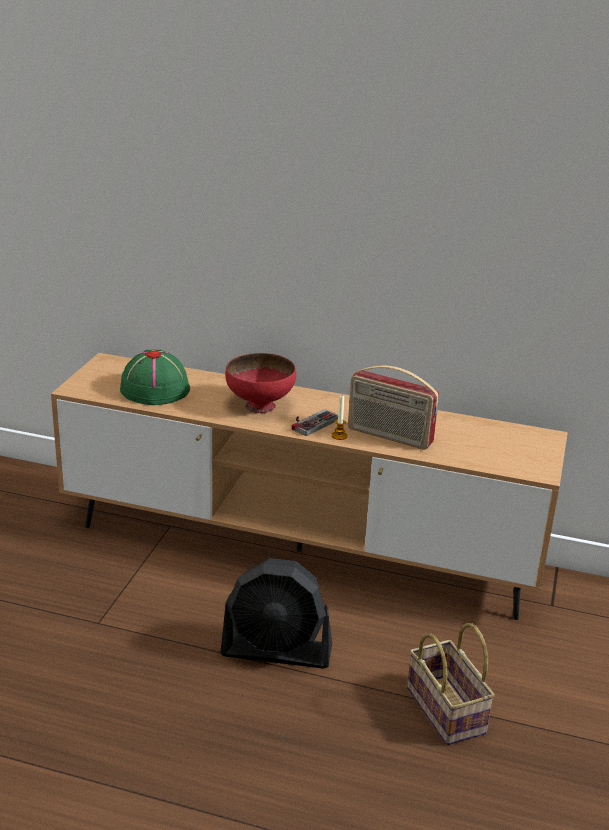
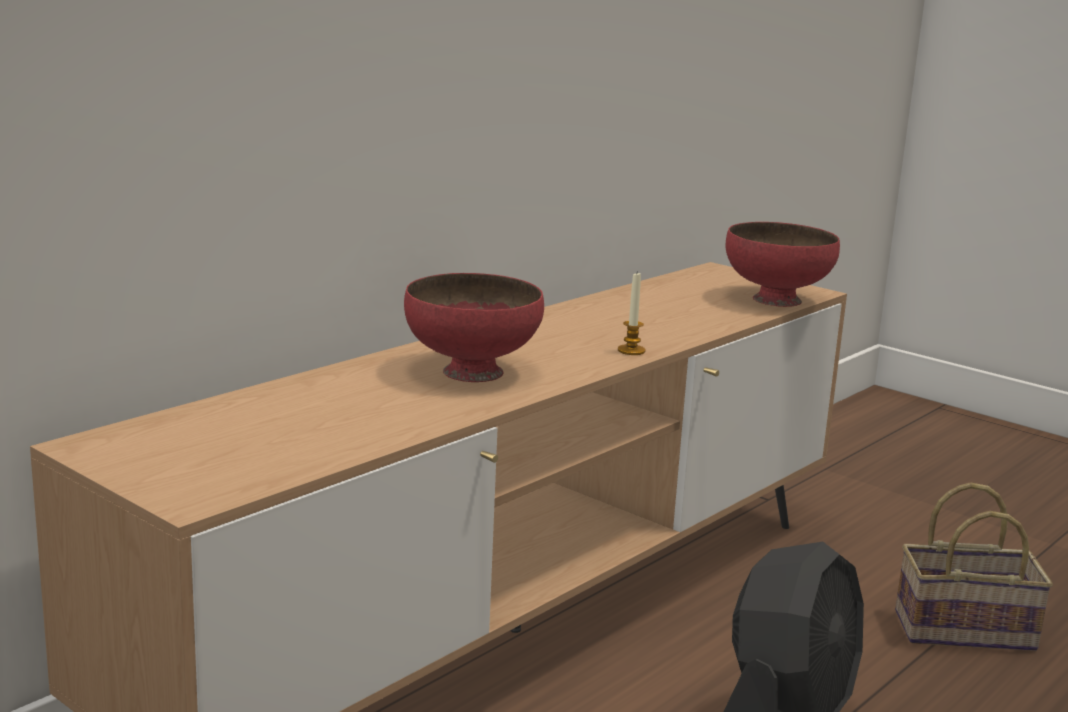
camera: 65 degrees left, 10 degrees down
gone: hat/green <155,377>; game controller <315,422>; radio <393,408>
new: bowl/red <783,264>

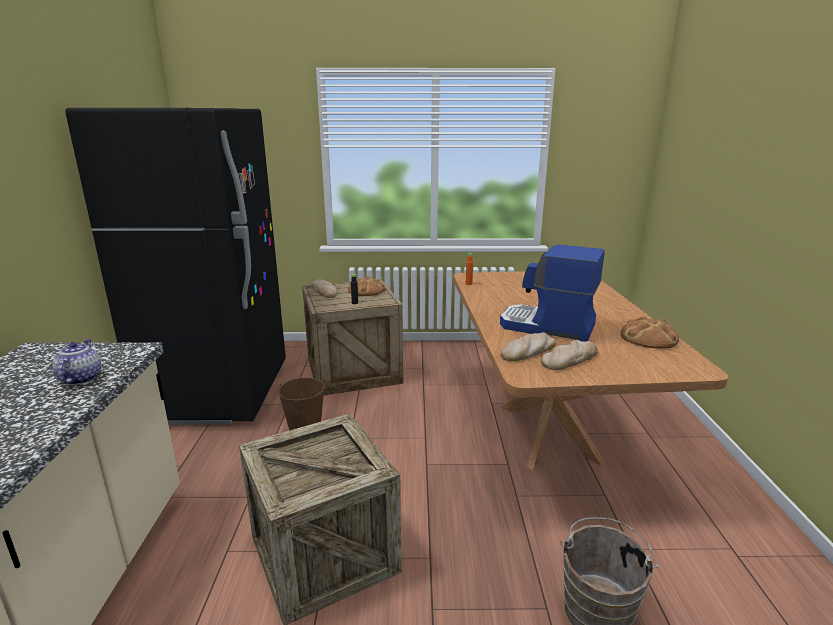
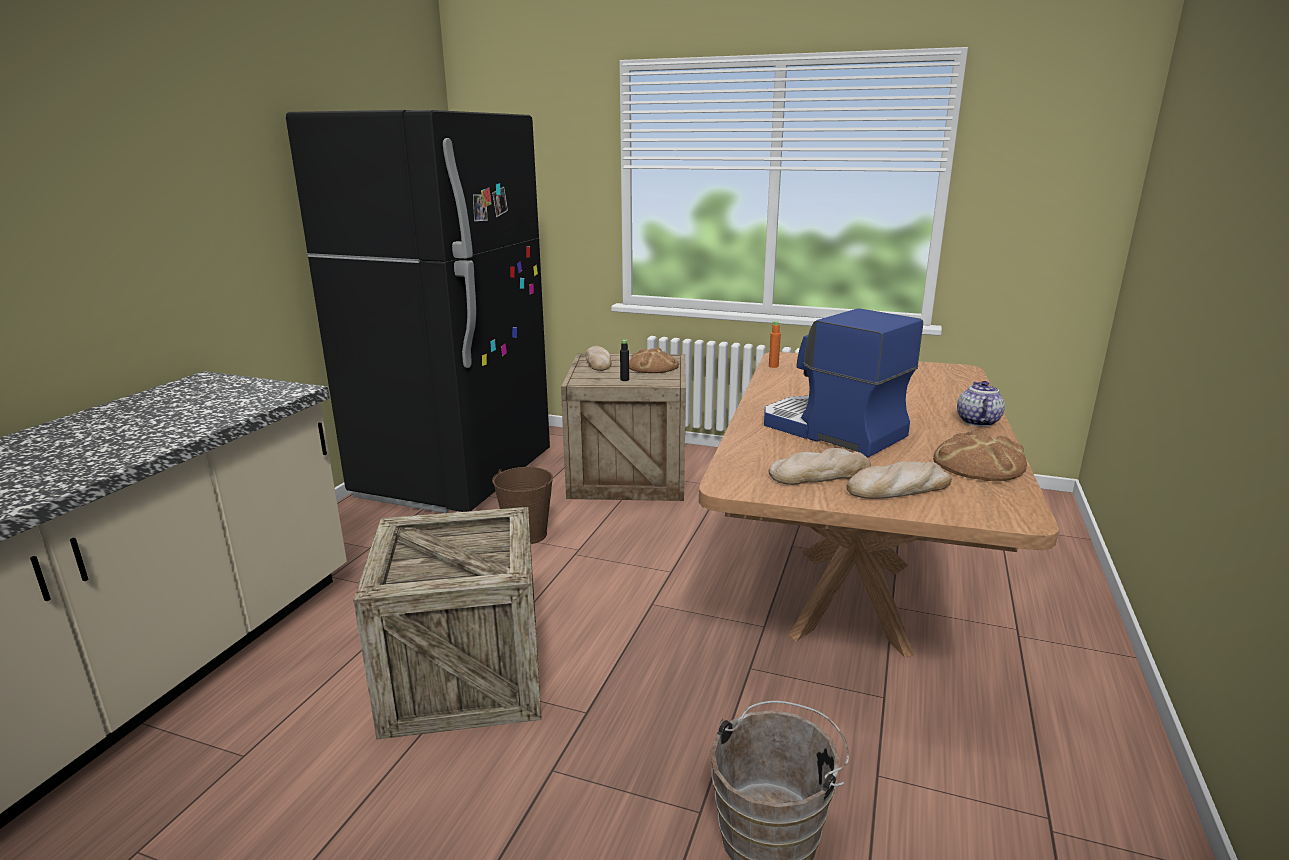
camera: 20 degrees right, 0 degrees up
shifted: teapot <77,362> to <981,404>; bread <528,346> to <899,480>

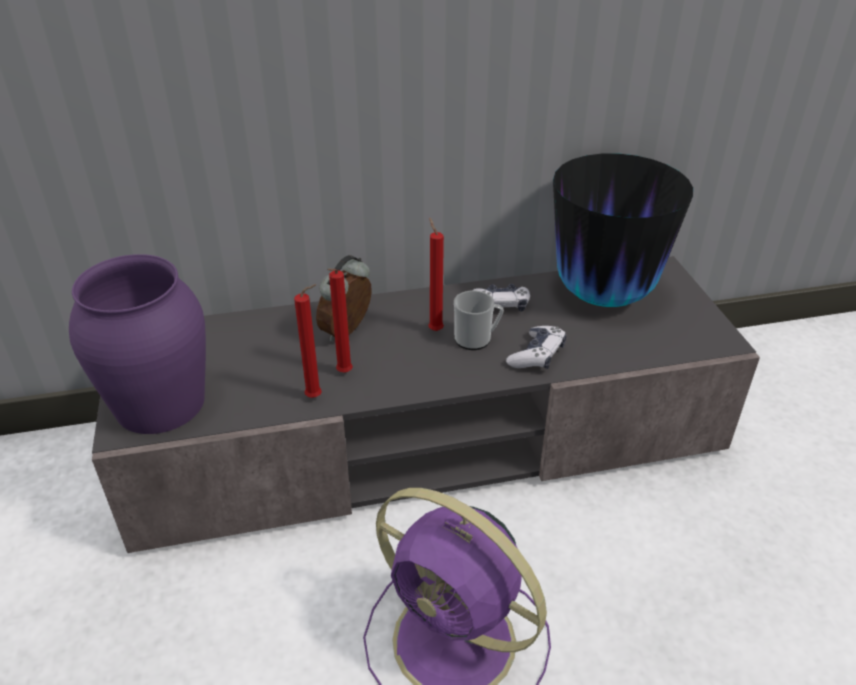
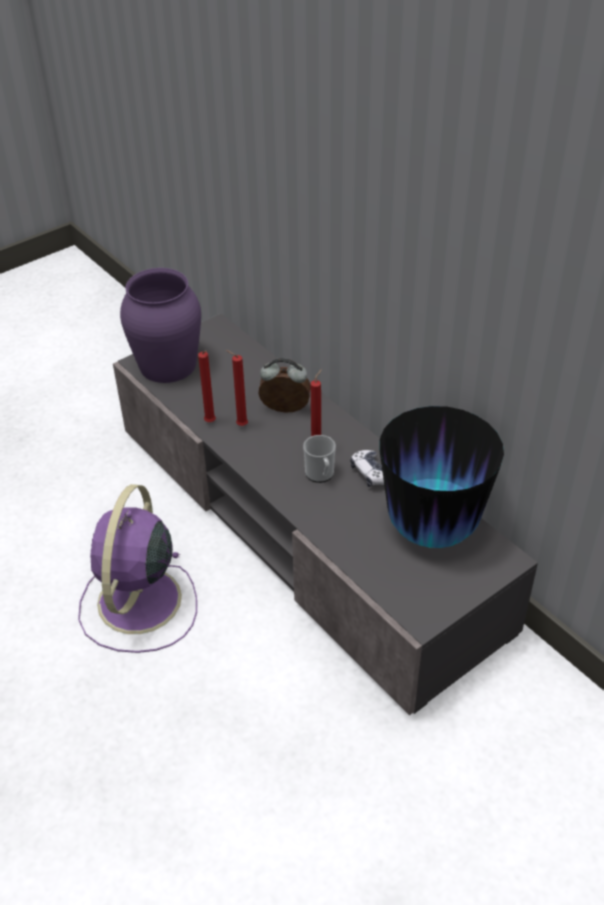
camera: 65 degrees right, 5 degrees up
gone: game controller <536,347>

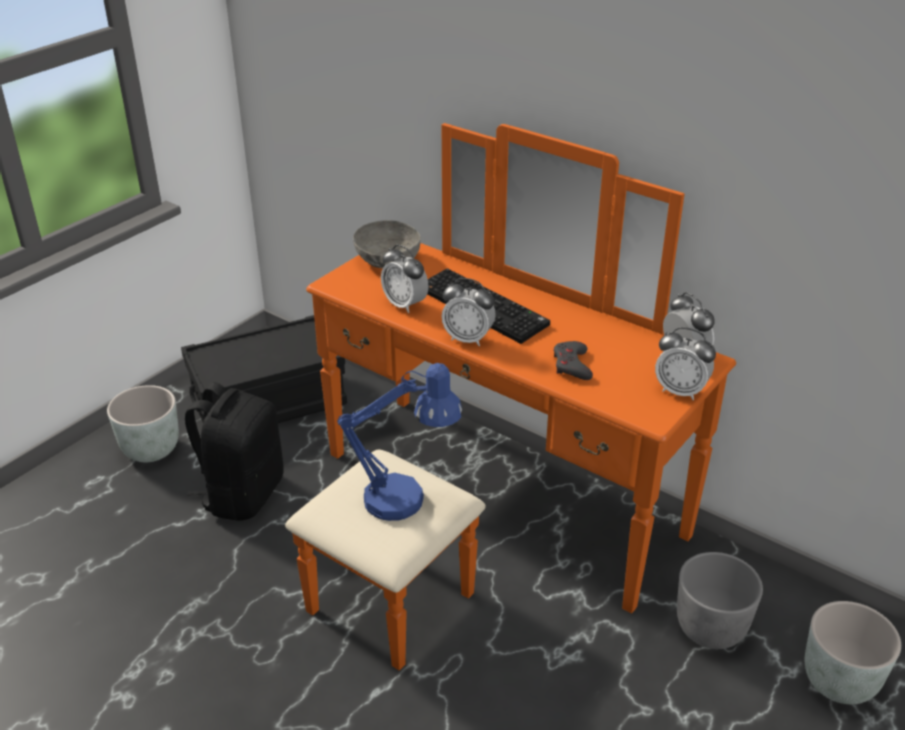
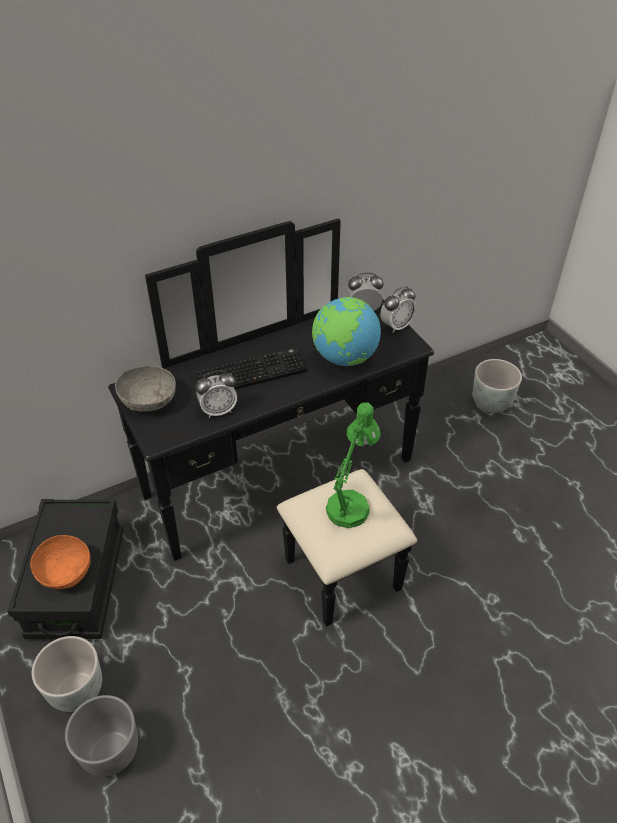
camera: 65 degrees left, 10 degrees up
gone: backpack/black <234,451>; alarm clock <469,312>
new: bowl/orange <60,562>
shifted: planter/grey <720,600> to <101,736>
swapped: game controller/grey <573,360> to globe <346,331>
repainted: dresser/orange <510,397> to dresser/black <271,422>; table lamp/blue <400,442> to table lamp/green <353,465>

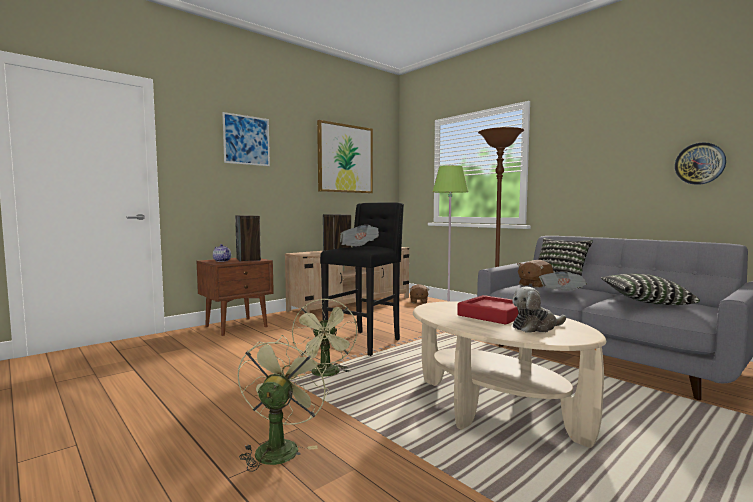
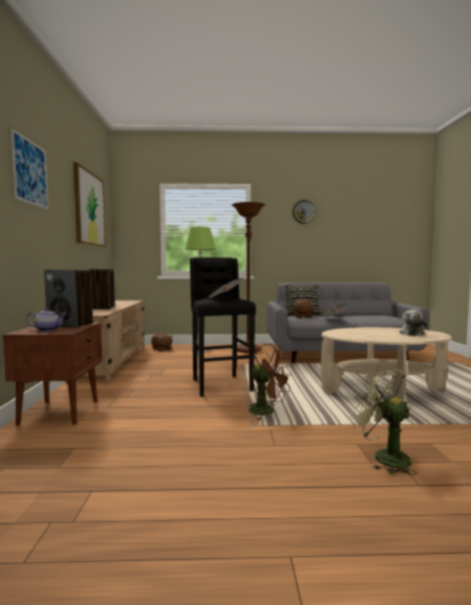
camera: 50 degrees left, 0 degrees up
gone: tray/red <488,310>; pillow <650,289>
shifted: wall clock <700,163> to <304,212>
repainted: fan/green <324,338> to fan/brown <269,382>

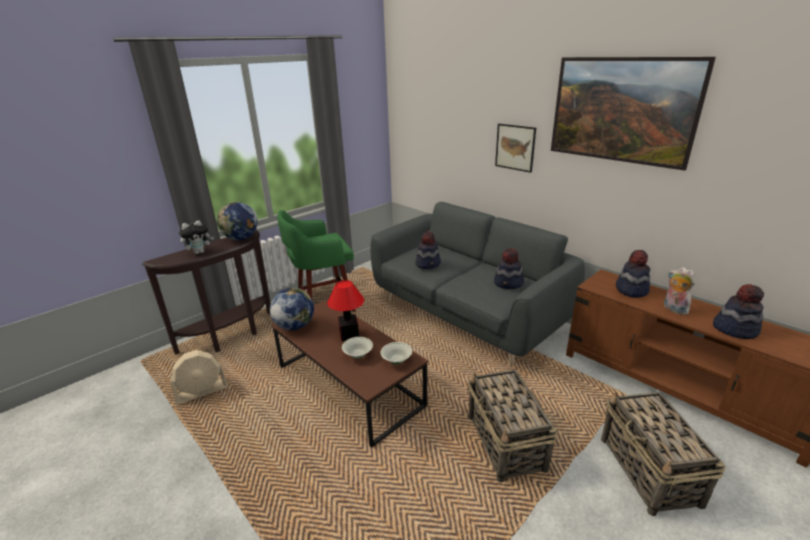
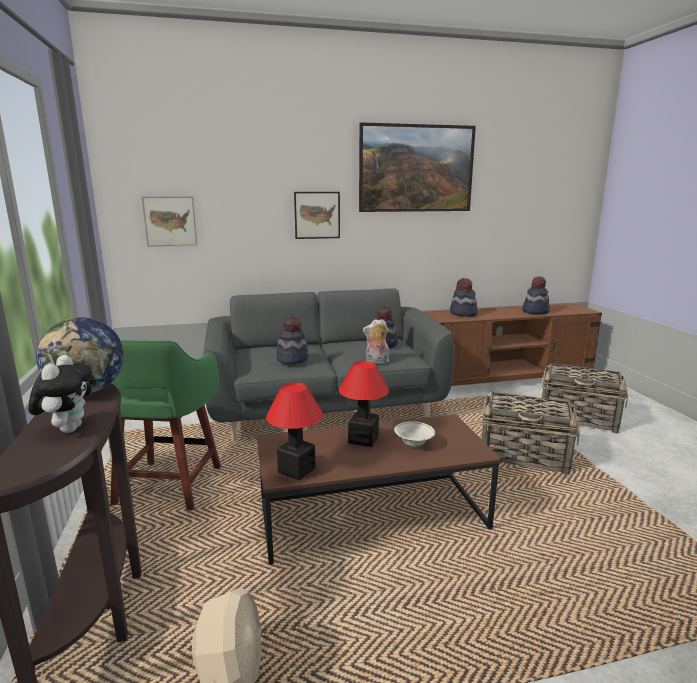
camera: 60 degrees left, 10 degrees down
gone: bowl/white <396,353>
new: picture <169,221>
shifted: plush toy <679,291> to <376,341>
swapped: globe <292,309> to table lamp <294,432>

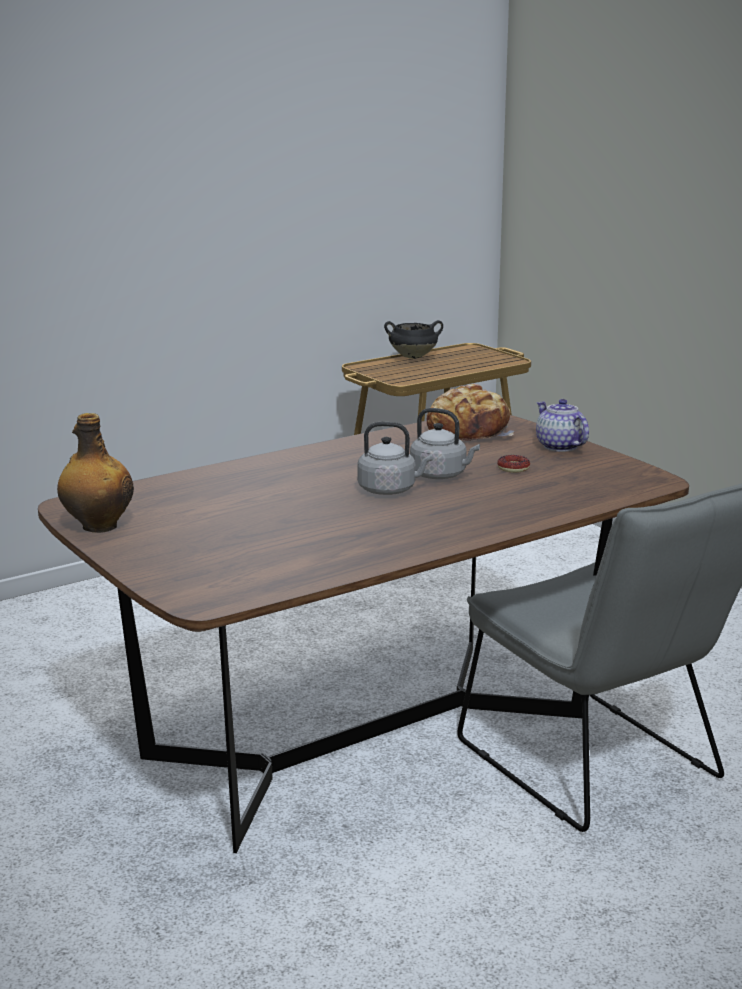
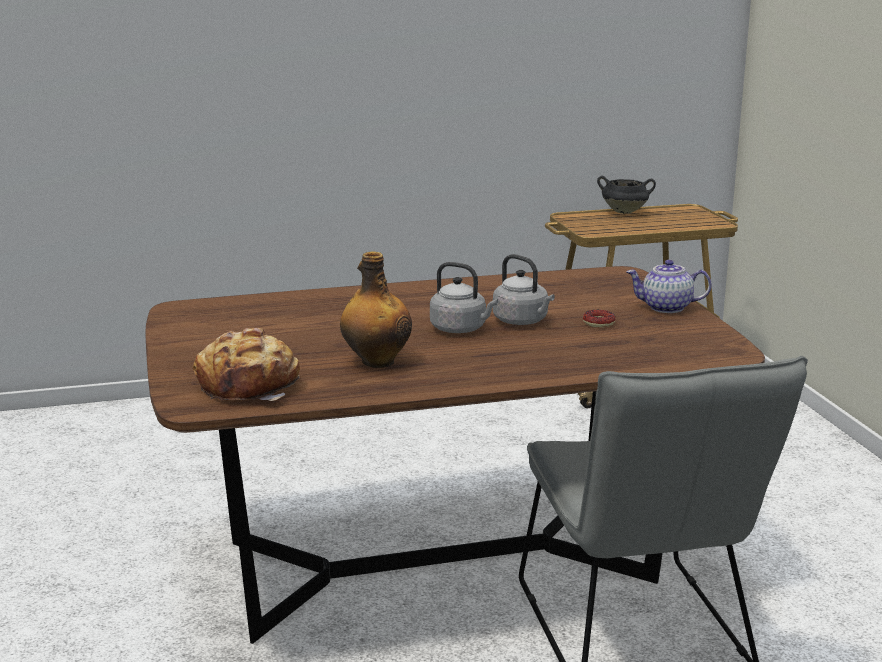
camera: 20 degrees right, 0 degrees up
shifted: bottle <95,473> to <376,309>; bread <471,412> to <246,364>
rotated: teapot <562,425> = <669,286> 75 degrees counterclockwise

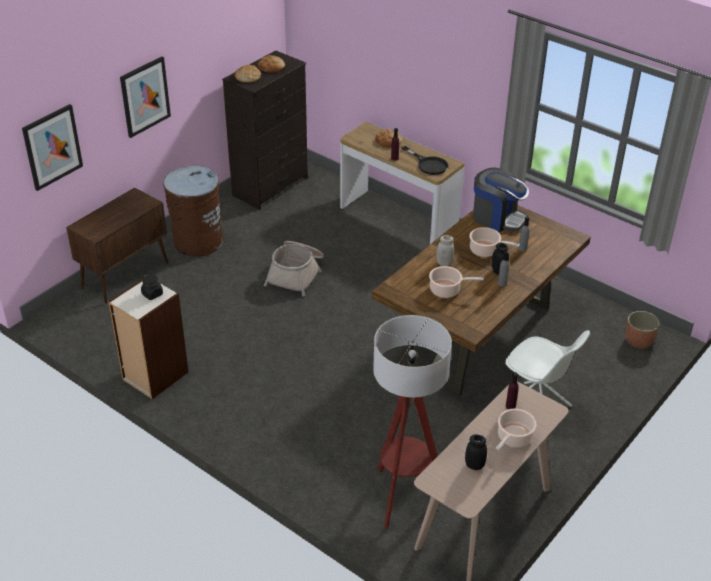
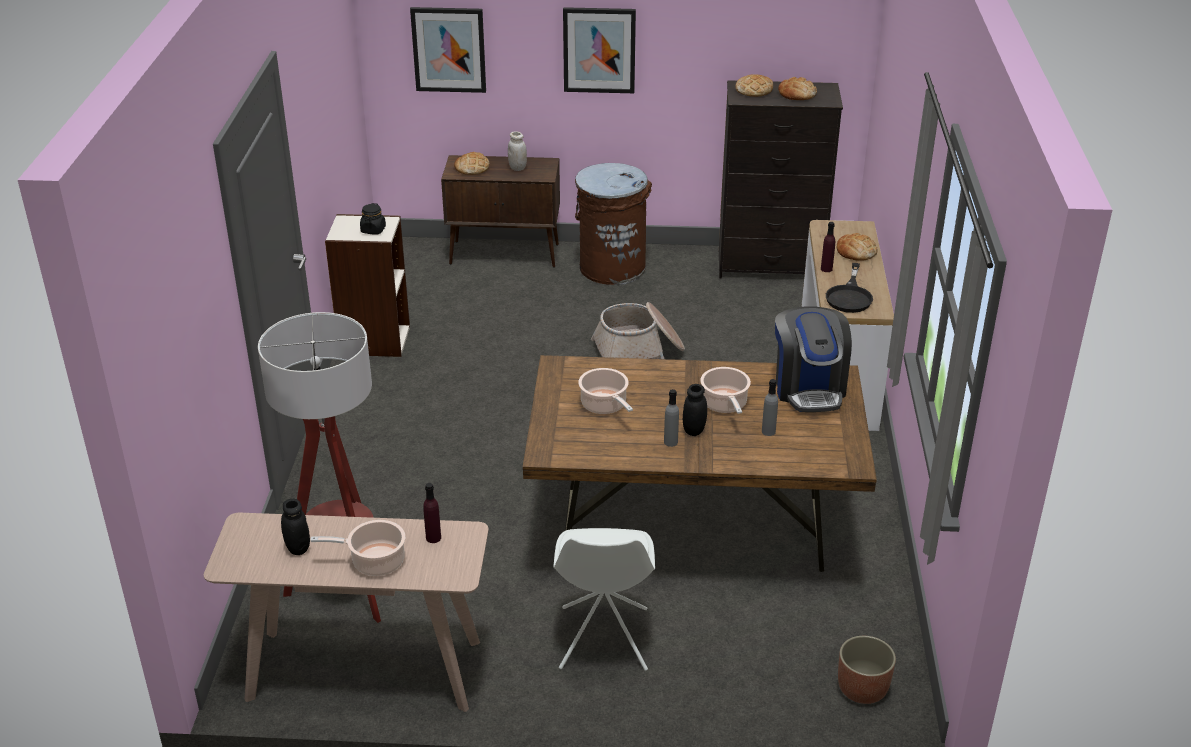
camera: 55 degrees right, 5 degrees down
new: bread <472,163>
shifted: jar/white <445,250> to <517,151>

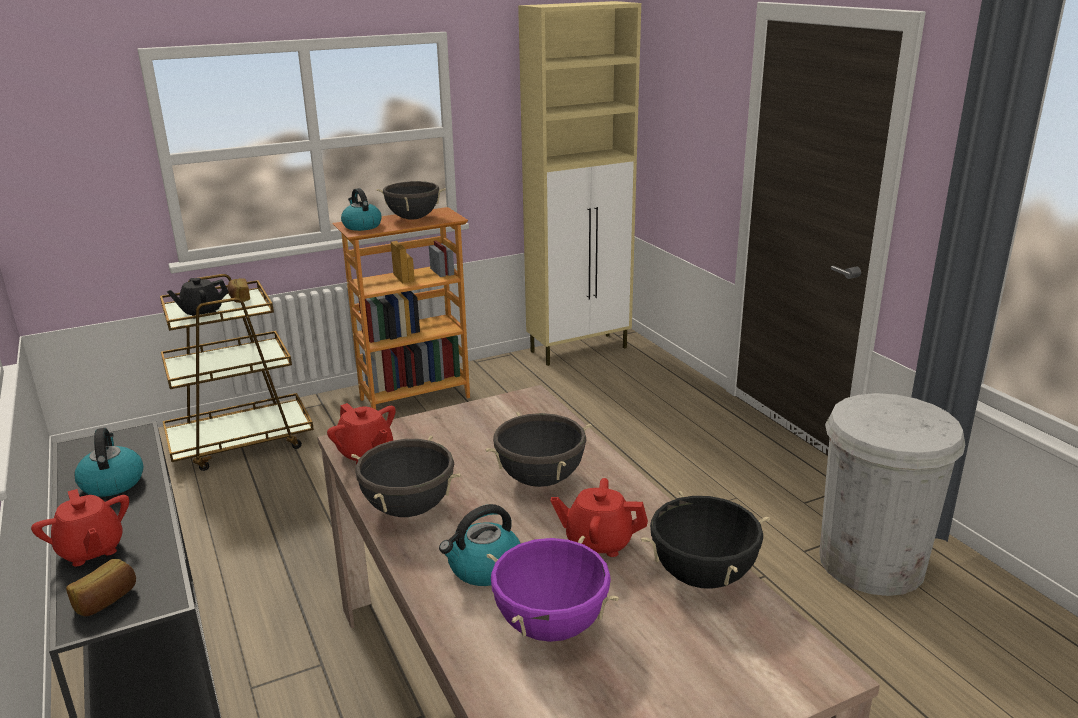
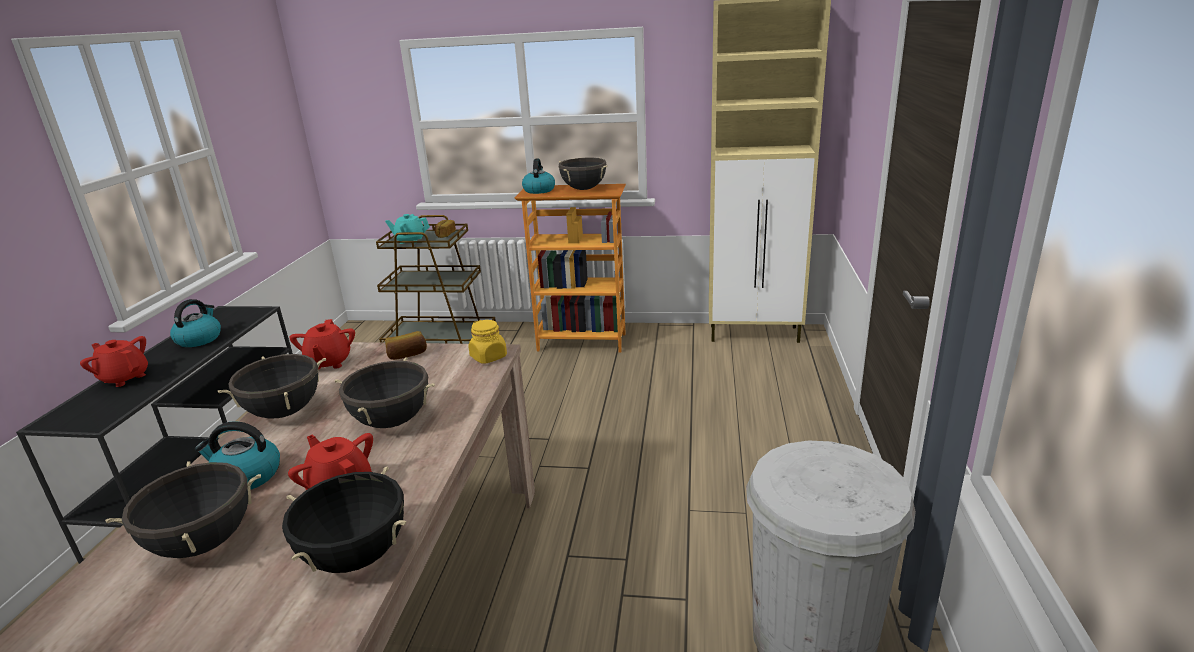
camera: 35 degrees right, 0 degrees up
new: jar/yellow <487,342>
shifted: bread <101,587> to <406,345>
repainted: teapot/black <198,298> to teapot/turquoise <407,229>; cooking pot/purple <553,589> to cooking pot/black <183,509>
rotated: teapot/red <80,528> = <114,361> 120 degrees clockwise

